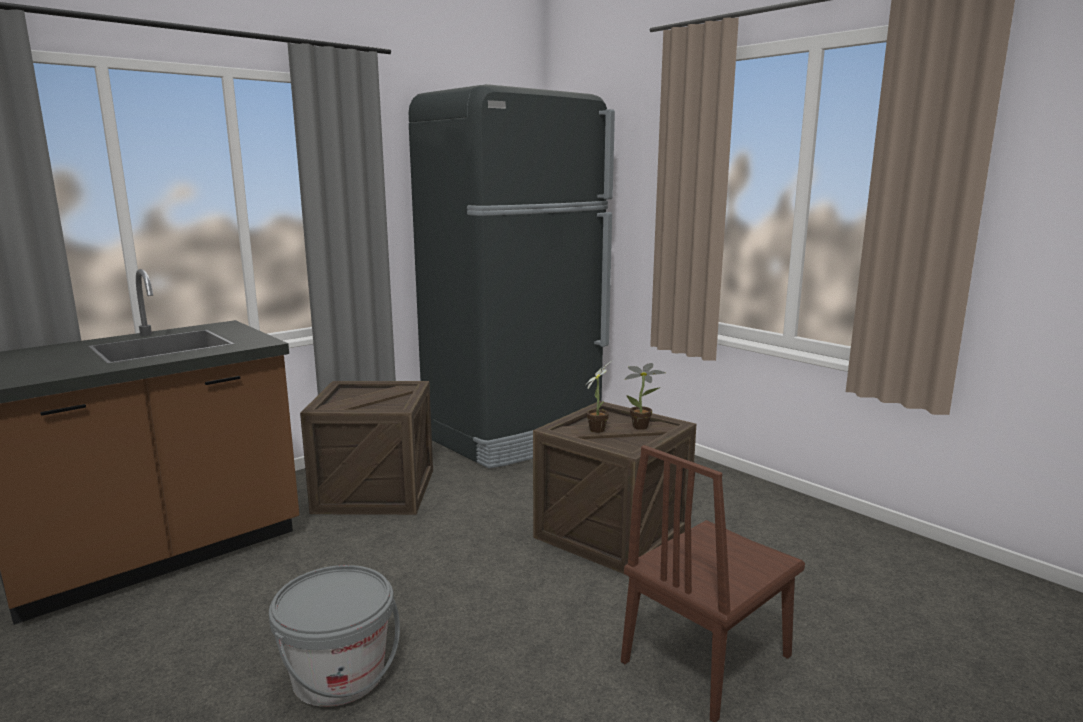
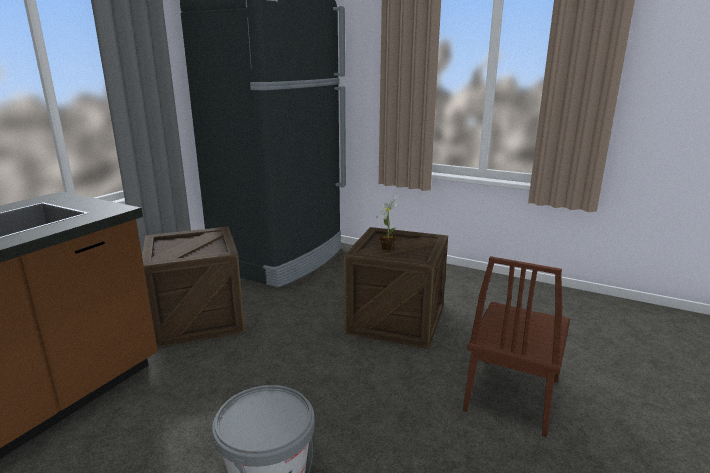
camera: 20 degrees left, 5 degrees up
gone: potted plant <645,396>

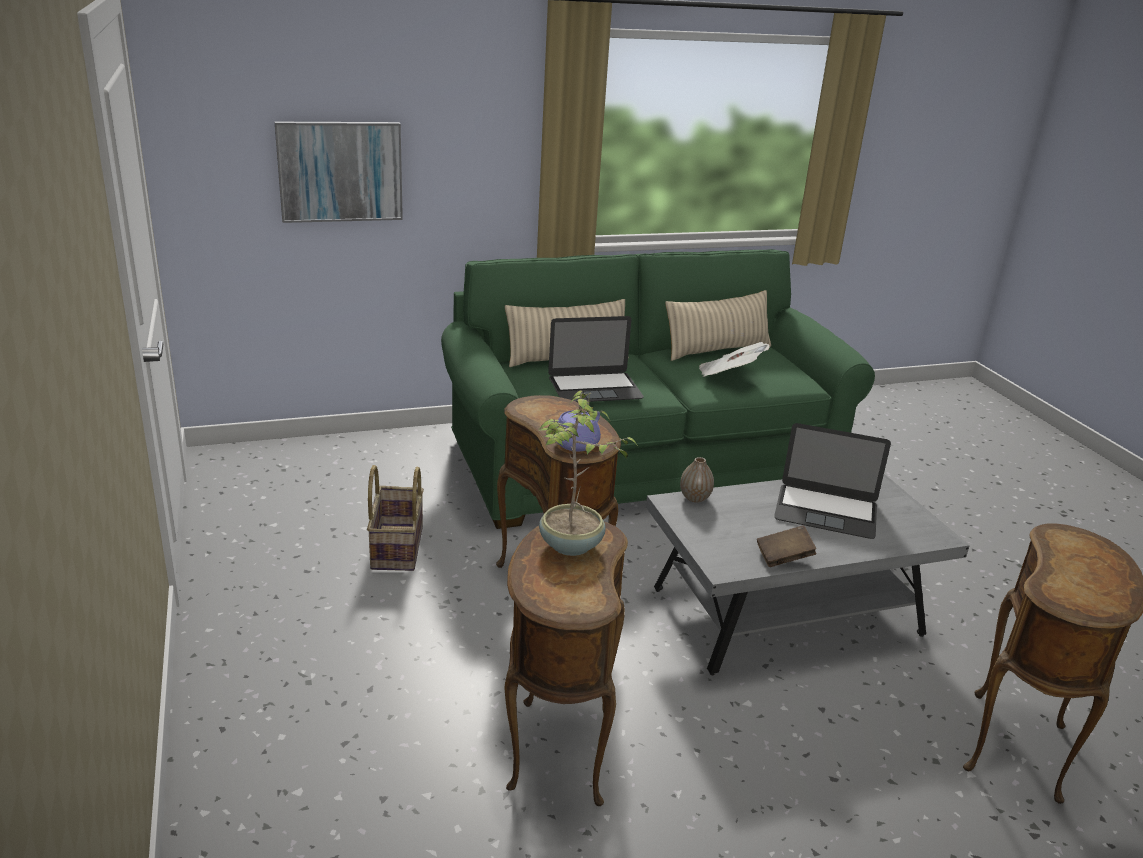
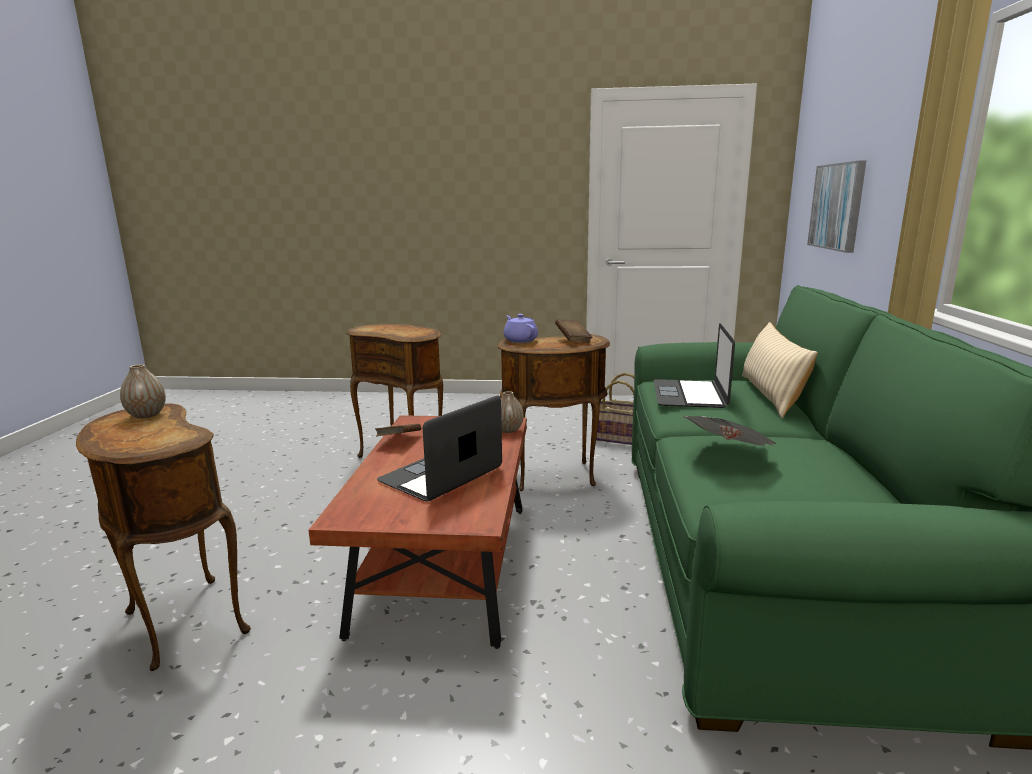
camera: 115 degrees right, 10 degrees down
gone: potted plant <588,473>; pillow/beige <718,325>
new: vase <143,391>; book/brown <573,331>
repainted: coffee table/grey <808,574> to coffee table/brown <417,532>

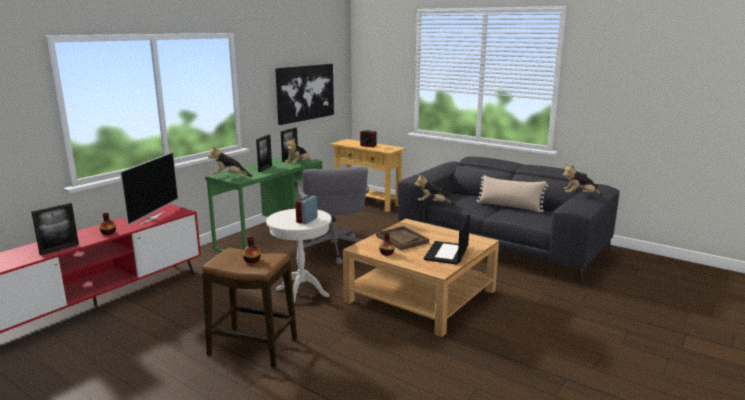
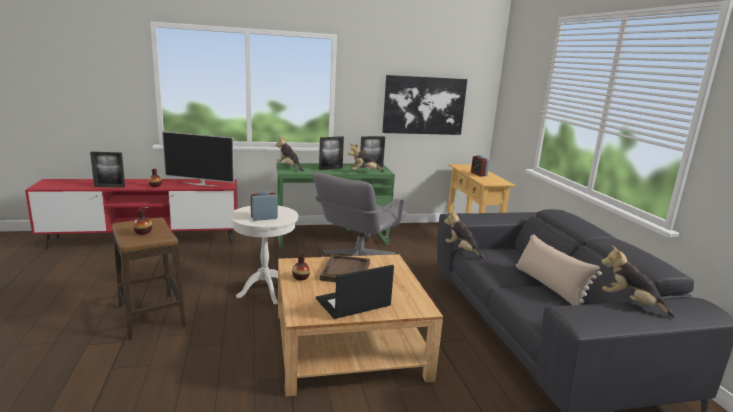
camera: 40 degrees right, 0 degrees up
rotated: television <149,189> = <198,159> 45 degrees clockwise

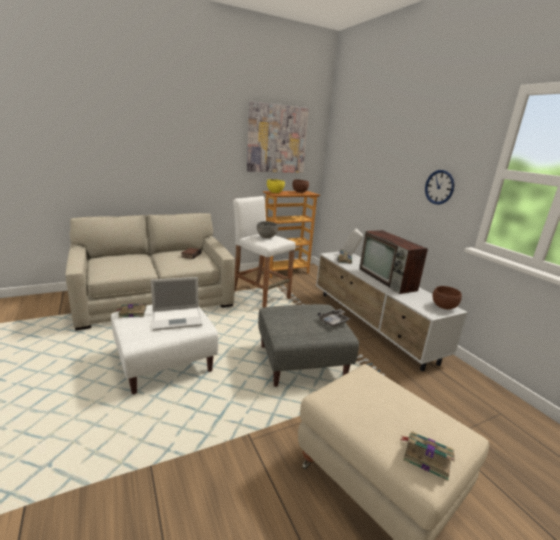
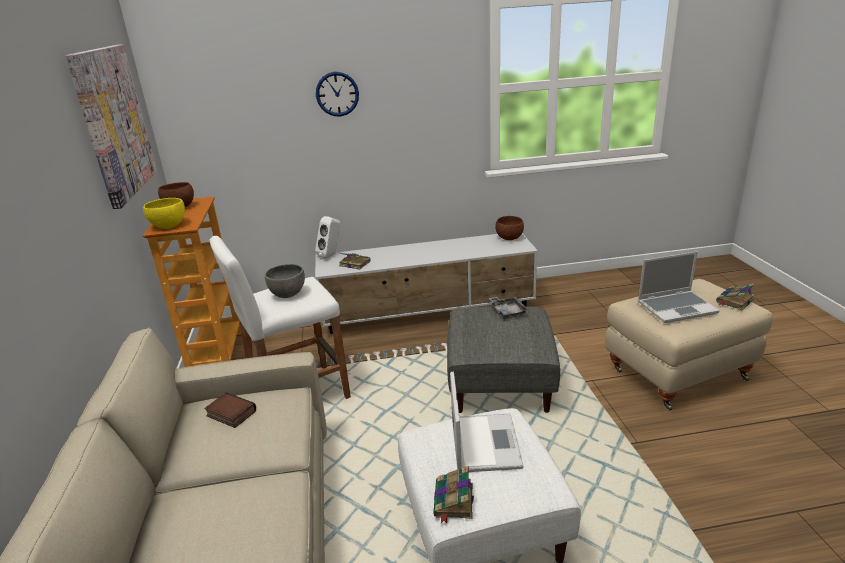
camera: 70 degrees left, 5 degrees up
gone: television <393,262>
new: laptop <679,287>
shifted: wall clock <440,187> to <337,94>

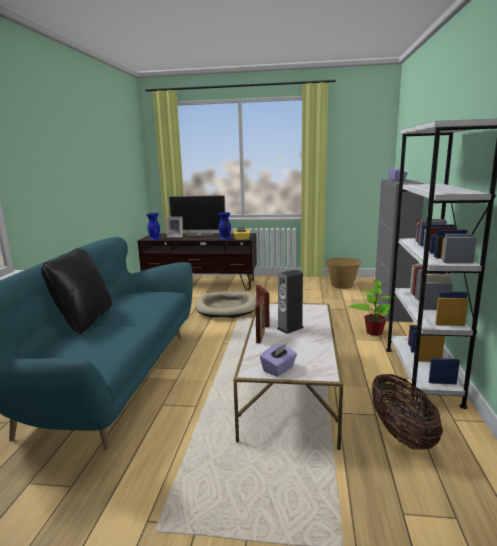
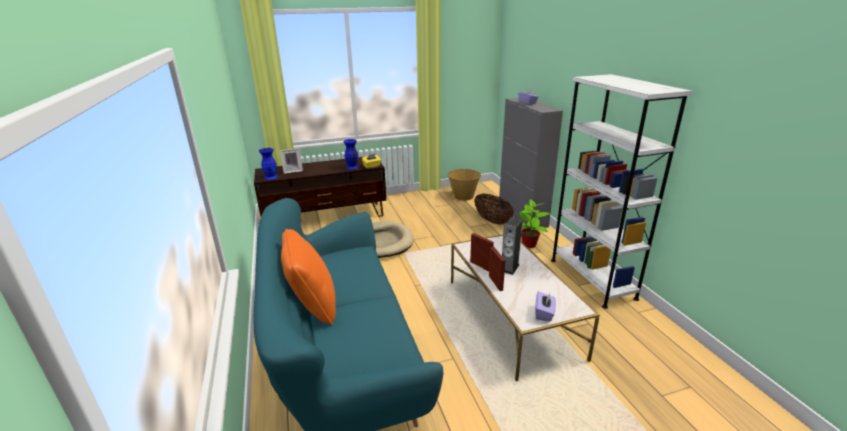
camera: 25 degrees left, 10 degrees up
gone: television <197,215>
shifted: basket <407,412> to <494,209>
repainted: pillow/black <76,291> to pillow/orange <308,277>

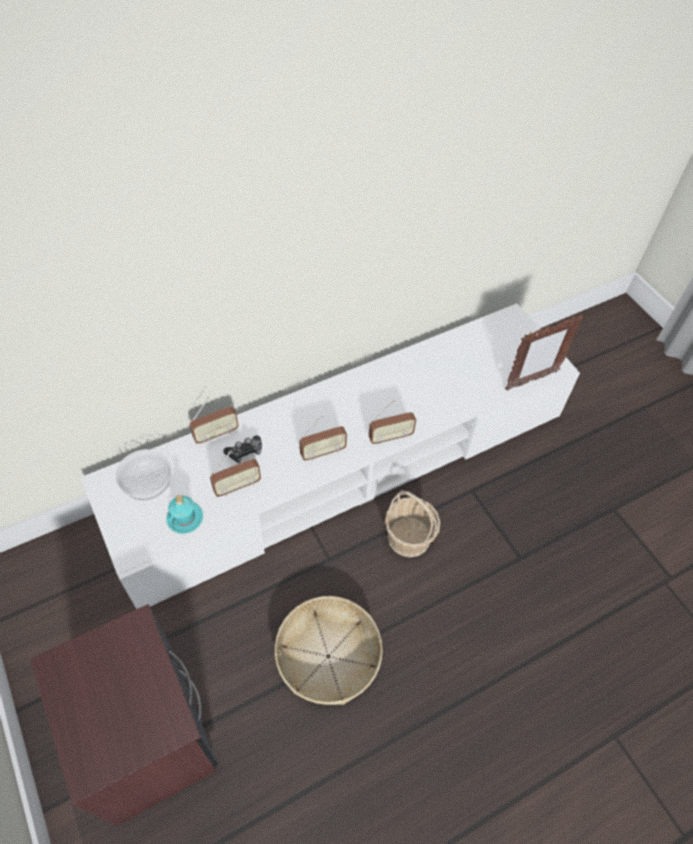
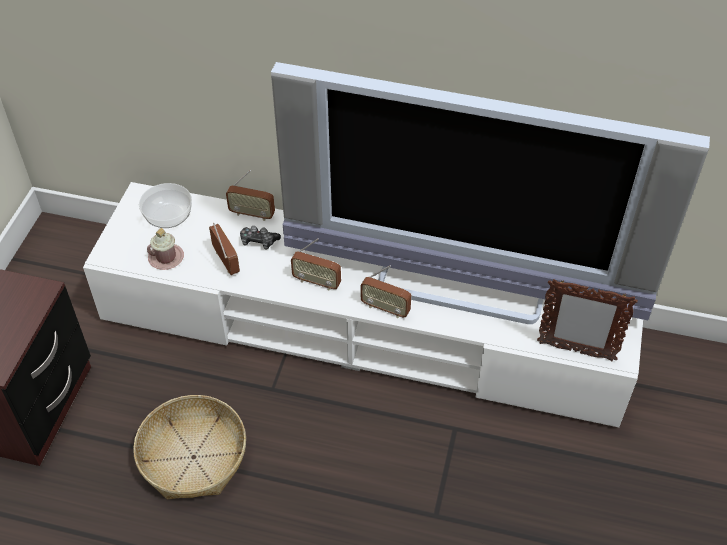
camera: 45 degrees right, 5 degrees down
gone: basket <413,523>
new: television <490,193>
repainted: mug/turquoise <184,514> to mug/pink <165,249>
rotated: radio <235,473> = <224,249> 135 degrees counterclockwise

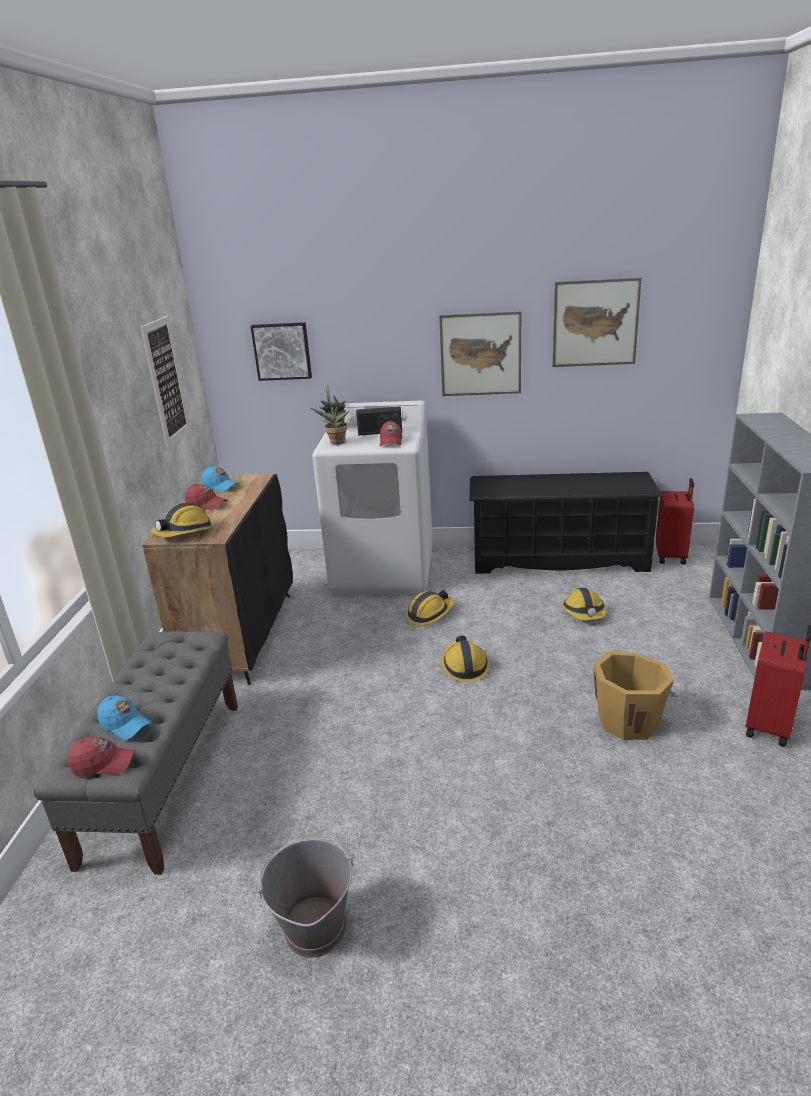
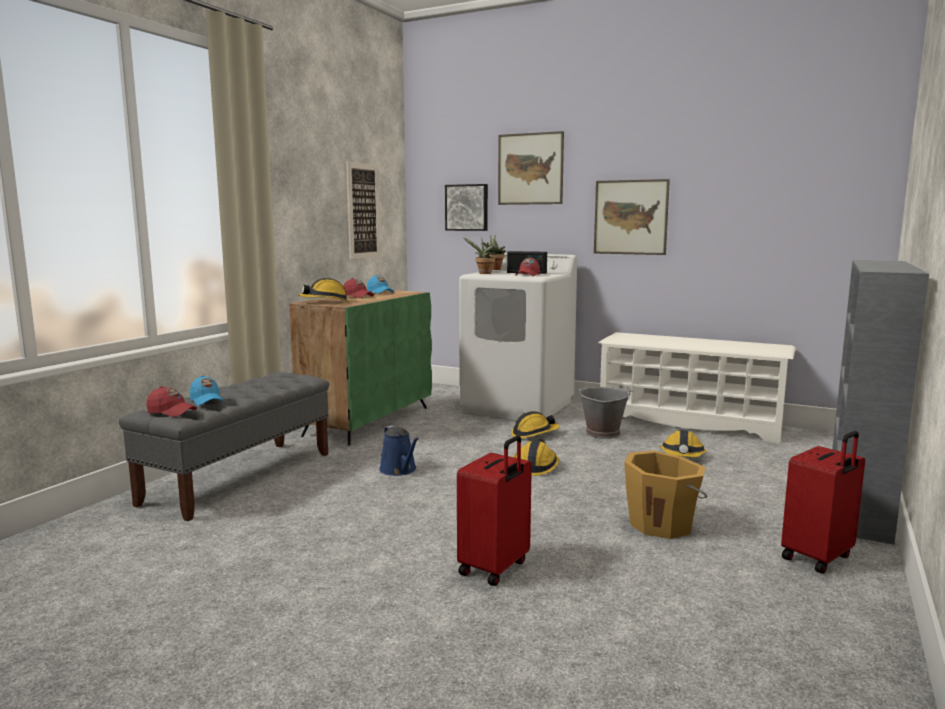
camera: 20 degrees right, 15 degrees down
new: watering can/blue <399,450>
shifted: bucket/grey <304,898> to <604,413>; picture <597,322> to <531,168>; suitcase/red <674,521> to <494,511>
repainted: cabinet/black <217,579> to cabinet/green <360,367>; shoe rack/black <566,523> to shoe rack/white <697,387>

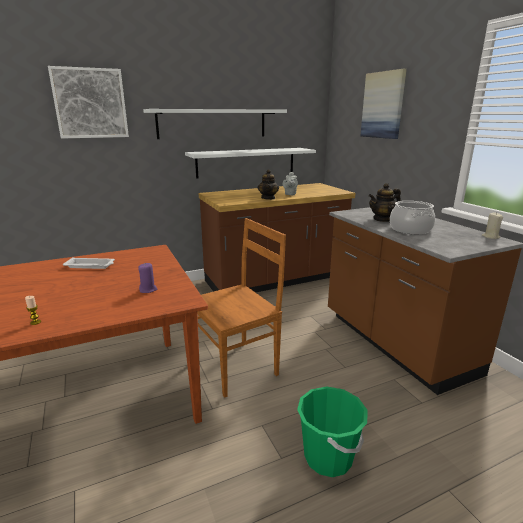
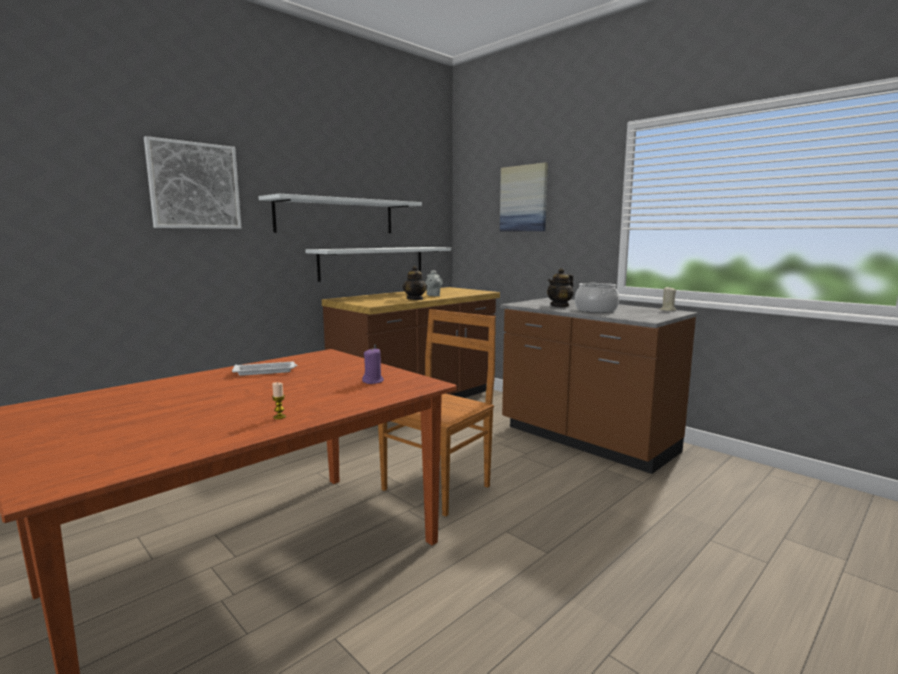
camera: 20 degrees left, 10 degrees down
gone: bucket/green <332,432>

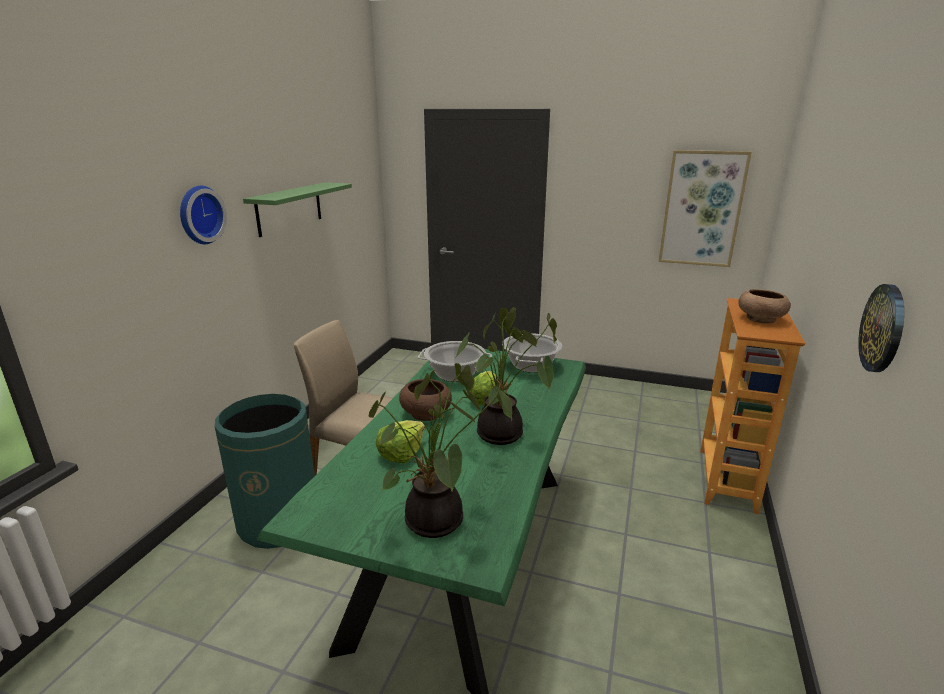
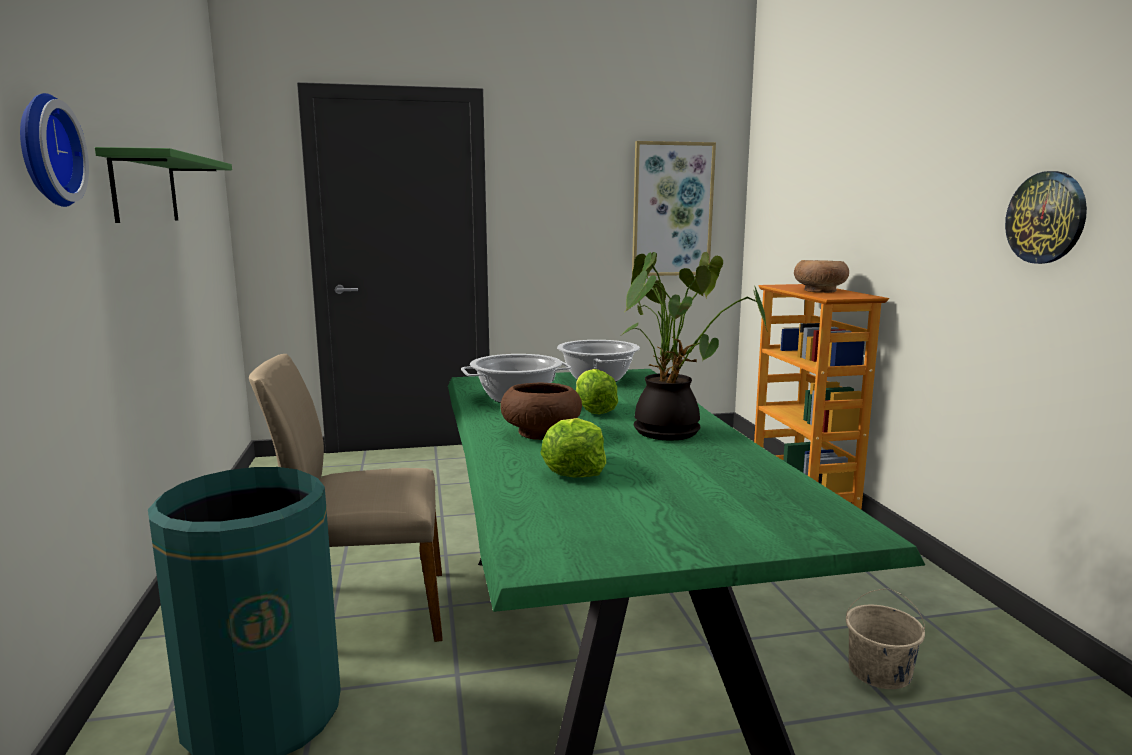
camera: 30 degrees left, 10 degrees down
gone: potted plant <440,450>
new: bucket/beige <885,639>

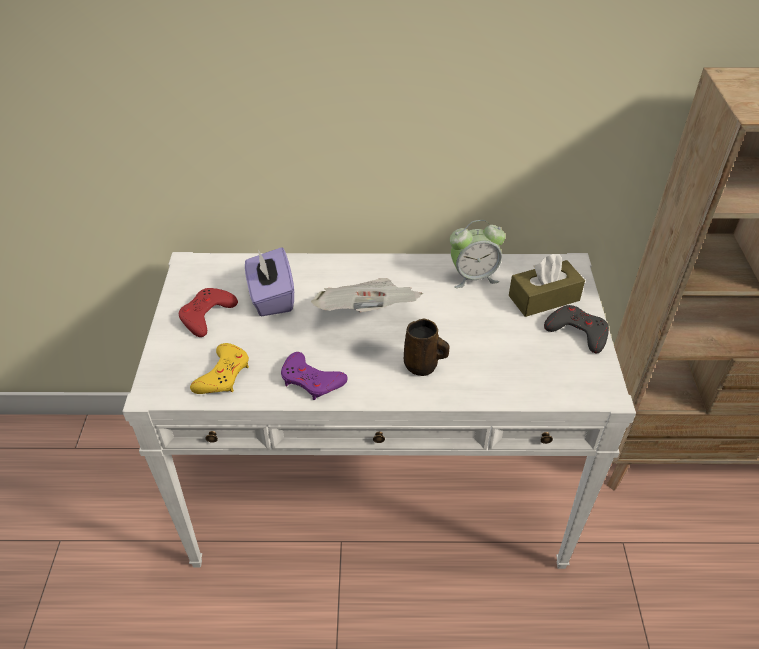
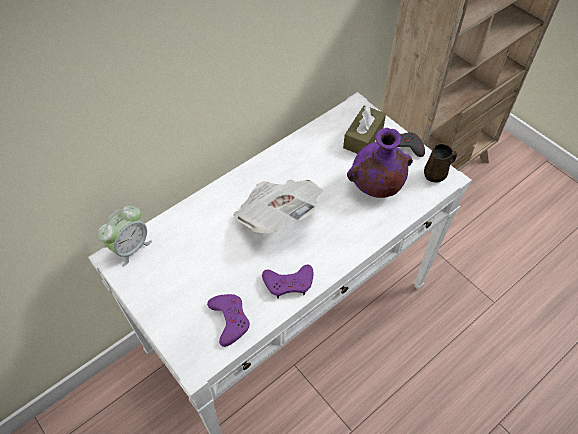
camera: 40 degrees left, 10 degrees up
gone: game controller/red <208,312>; tissue box/purple <269,281>
new: vase/purple <380,163>
shifted: mug/brown <426,347> to <440,163>; alarm clock <477,254> to <125,236>
repainted: game controller/yellow <219,368> to game controller/purple <228,320>

